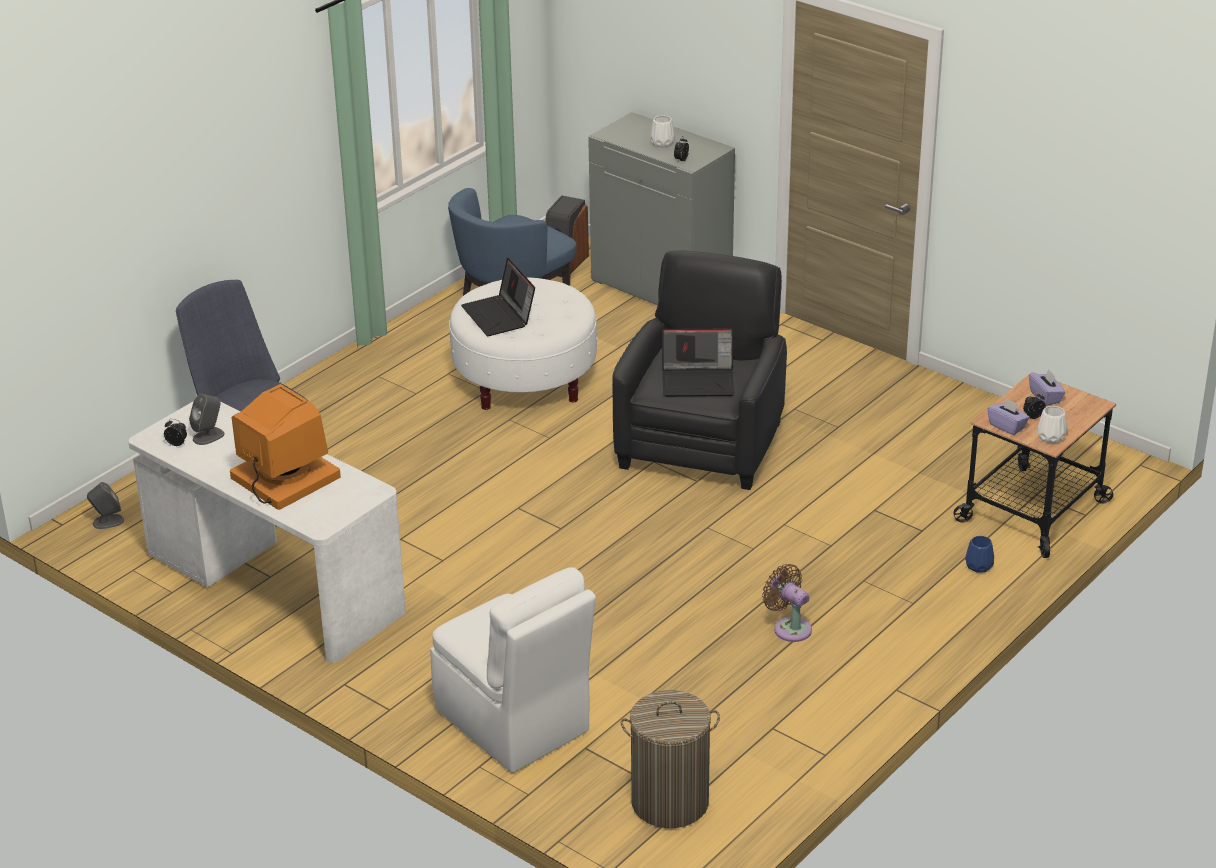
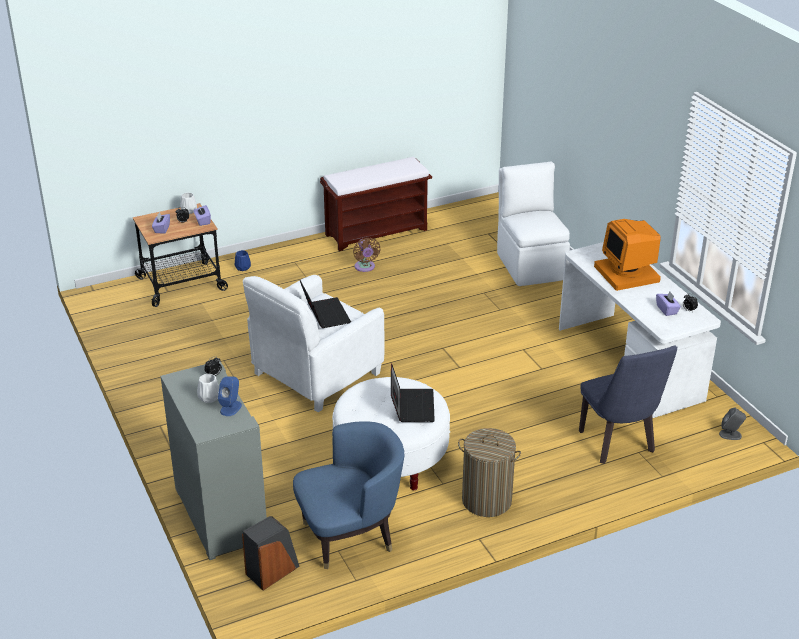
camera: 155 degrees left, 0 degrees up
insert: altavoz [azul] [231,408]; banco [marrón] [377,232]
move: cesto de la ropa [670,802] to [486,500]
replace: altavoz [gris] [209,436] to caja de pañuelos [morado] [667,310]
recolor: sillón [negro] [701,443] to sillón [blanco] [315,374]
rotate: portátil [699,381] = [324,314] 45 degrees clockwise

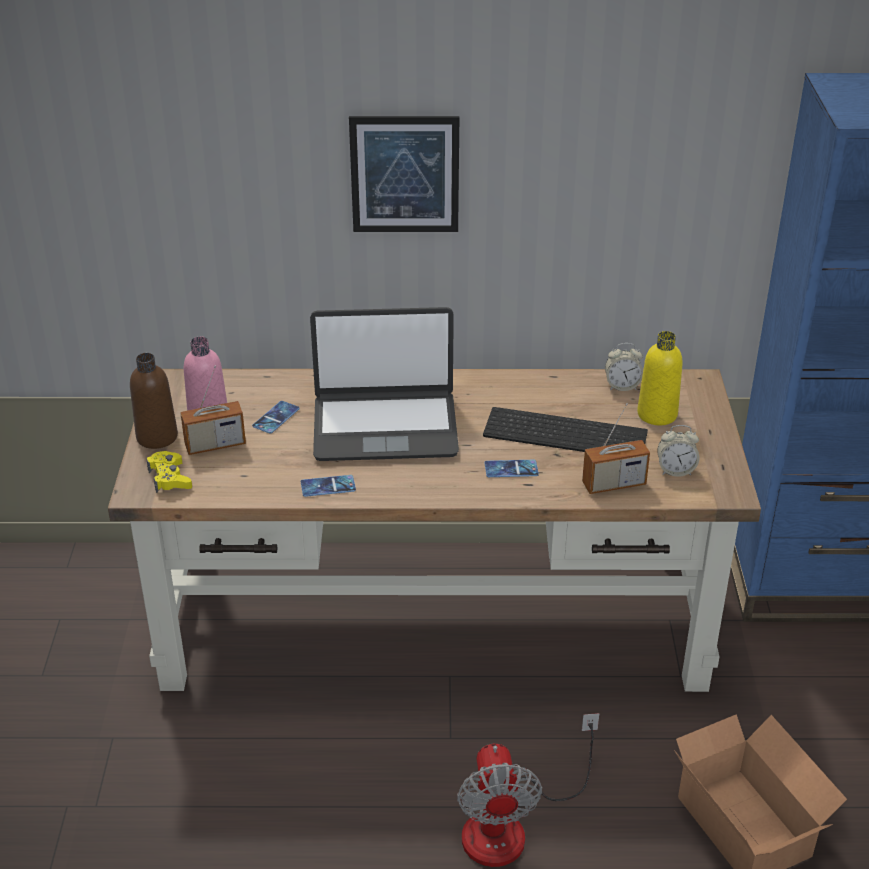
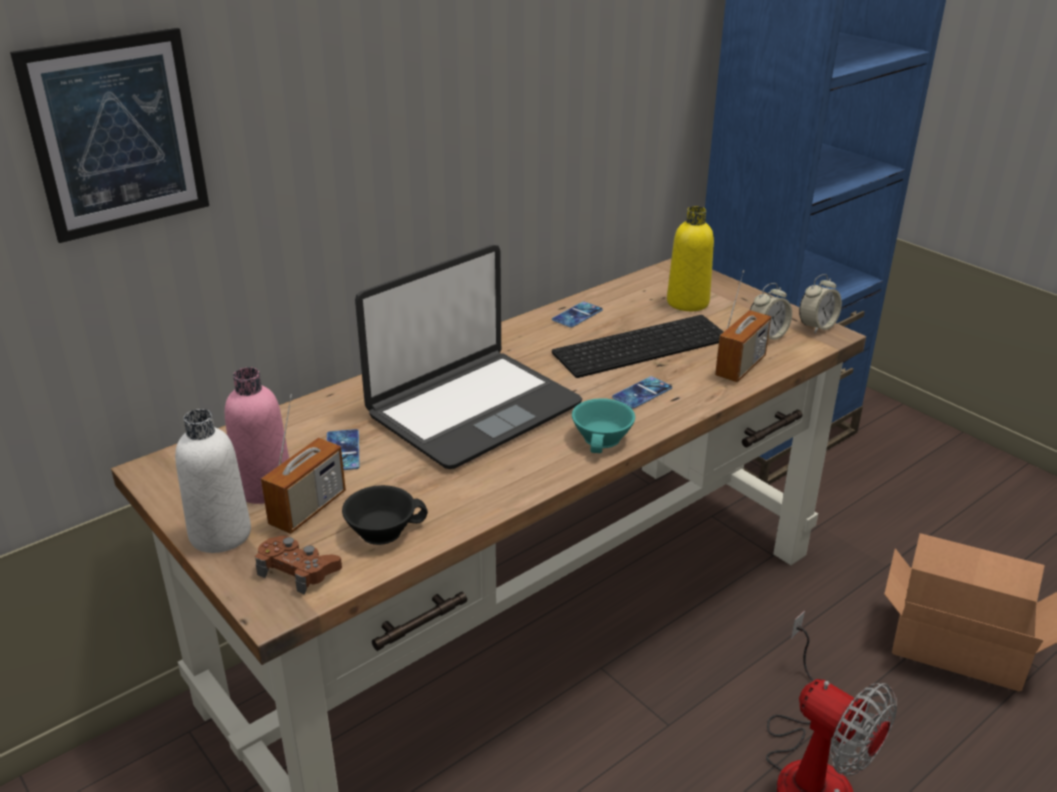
camera: 40 degrees left, 5 degrees down
insert: taza [negro] [382,529]; taza [turquesa] [604,439]
move: móvil [328,486] to [577,315]; cuadro [405,174] to [117,135]; despertador [622,386] to [817,326]
recolor: botella [marrón] [157,437] to botella [blanco] [220,534]; mando de consola [amarillo] [169,478] to mando de consola [marrón] [298,570]

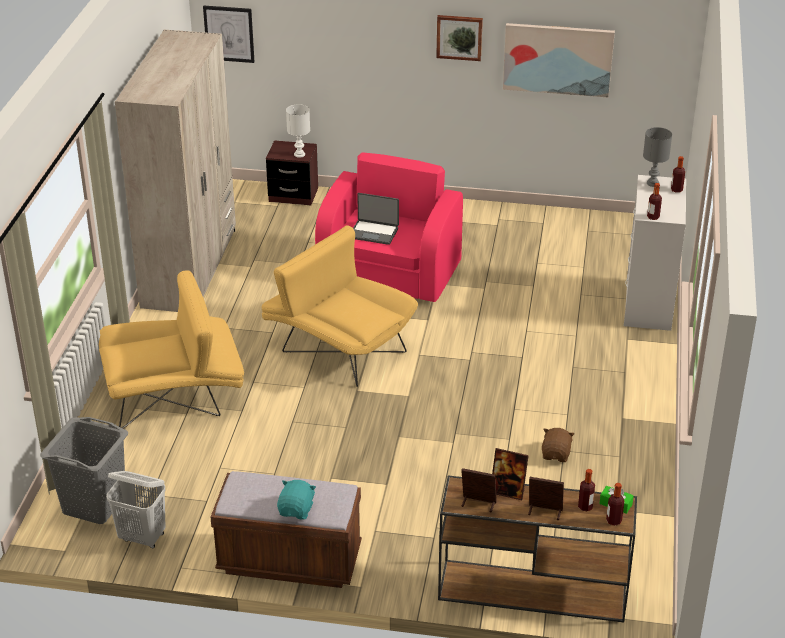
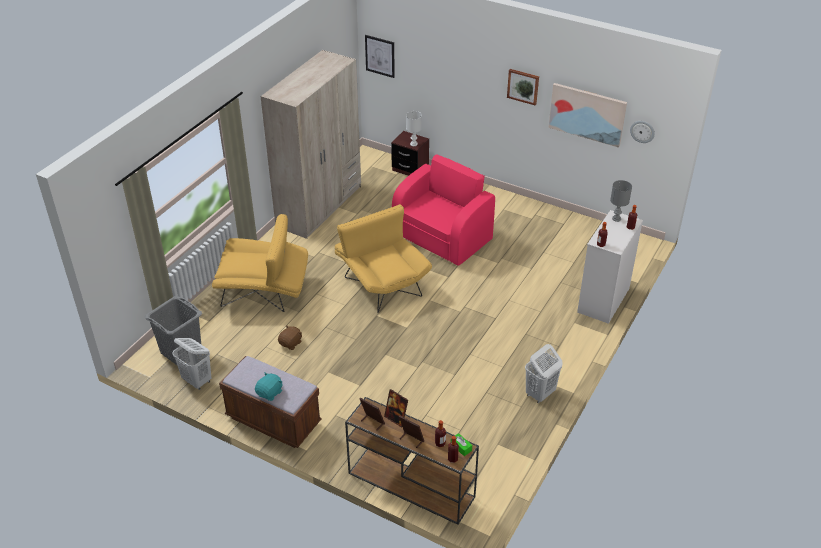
camera: 20 degrees right, 5 degrees up
delete: portátil [374,232]
insert: cesto de la ropa [blanco] [540,394]; reloj de pared [642,131]
move: peluche [marrón] [556,454] to [291,343]

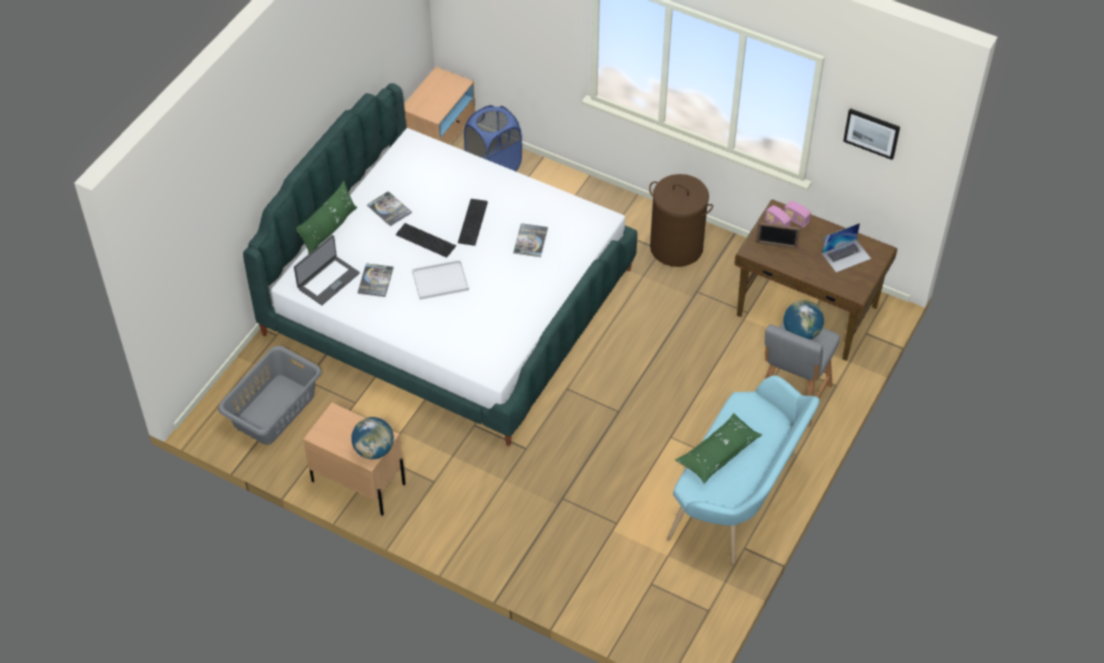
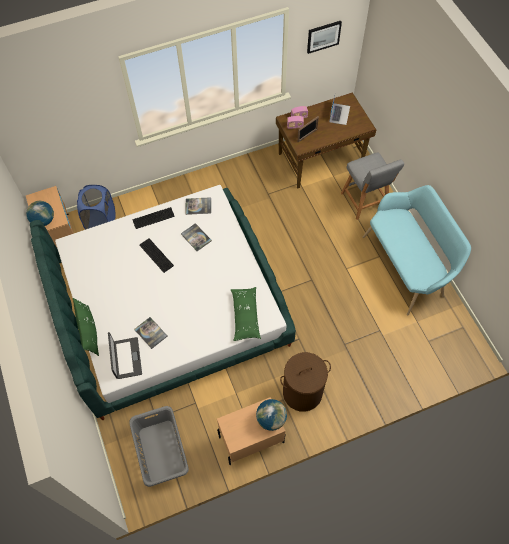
camera: 50 degrees left, 10 degrees up
delete: bandeja [blanco] [439,281]
move: libro [389,209] to [198,206]; teclado [425,239] to [152,217]; cesto de la ropa [marrón] [676,247] to [302,392]; cojín [verde] [718,453] to [245,316]; globo terráqueo [801,332] to [43,220]

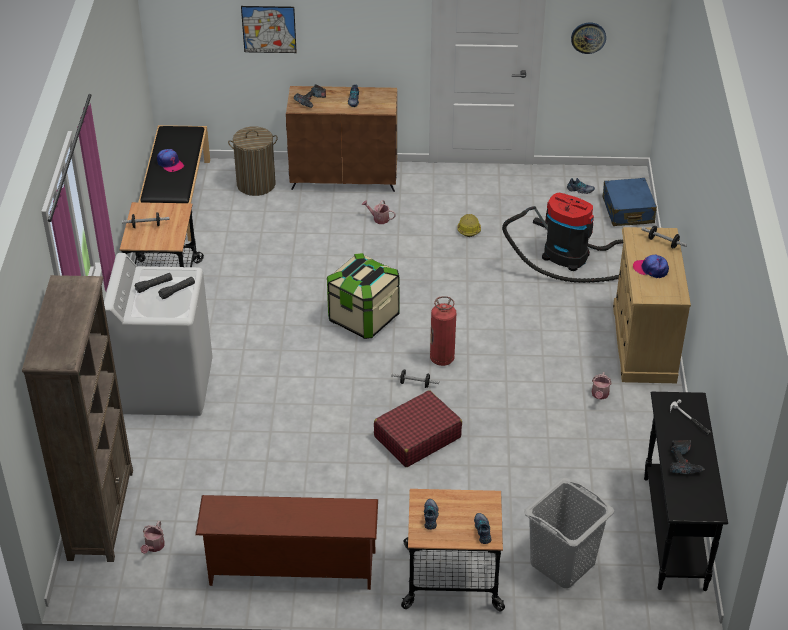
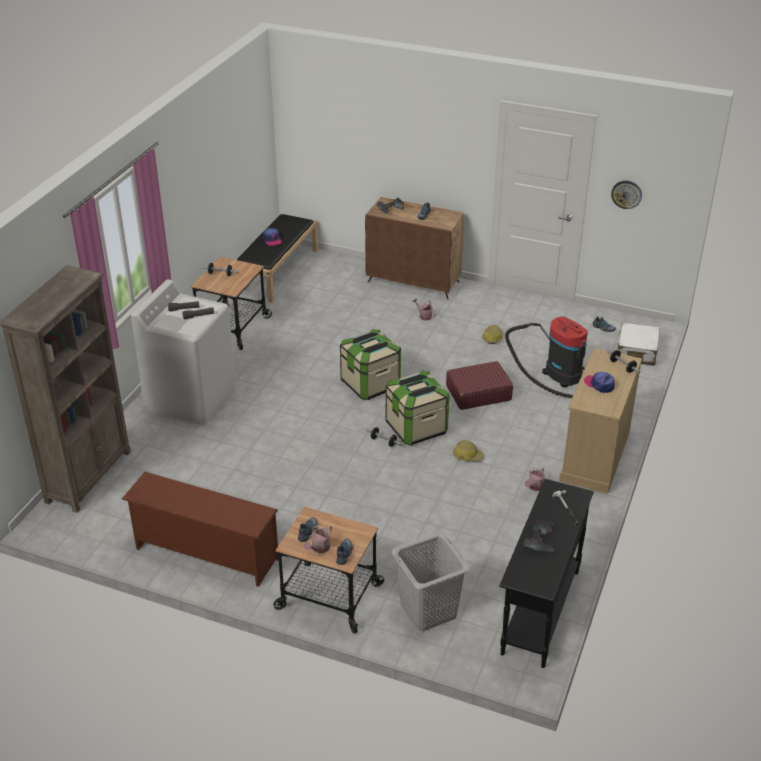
camera: 20 degrees right, 5 degrees down
delete: cesto de la ropa [256,184]; cuadro [269,29]
insert: casco [467,456]
move: regadera [153,547] to [319,548]; maleta [rojo] [417,437] to [478,393]
replace: extintor [442,359] to caja de almacenaje [416,428]
recolor: maleta [azul] [628,210] to maleta [blanco] [636,352]

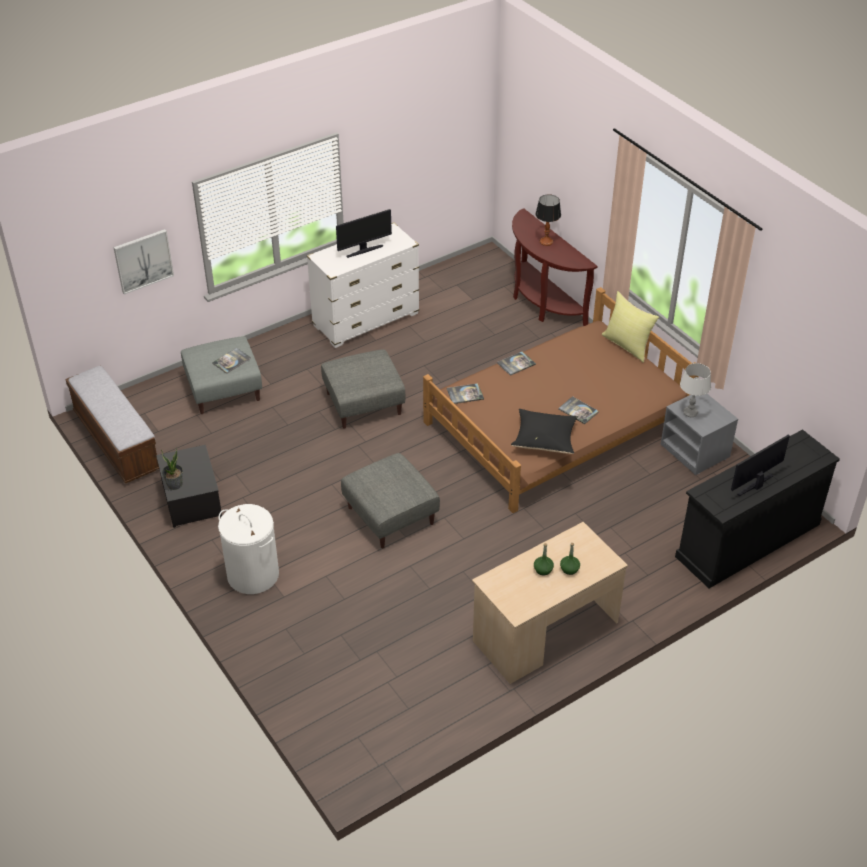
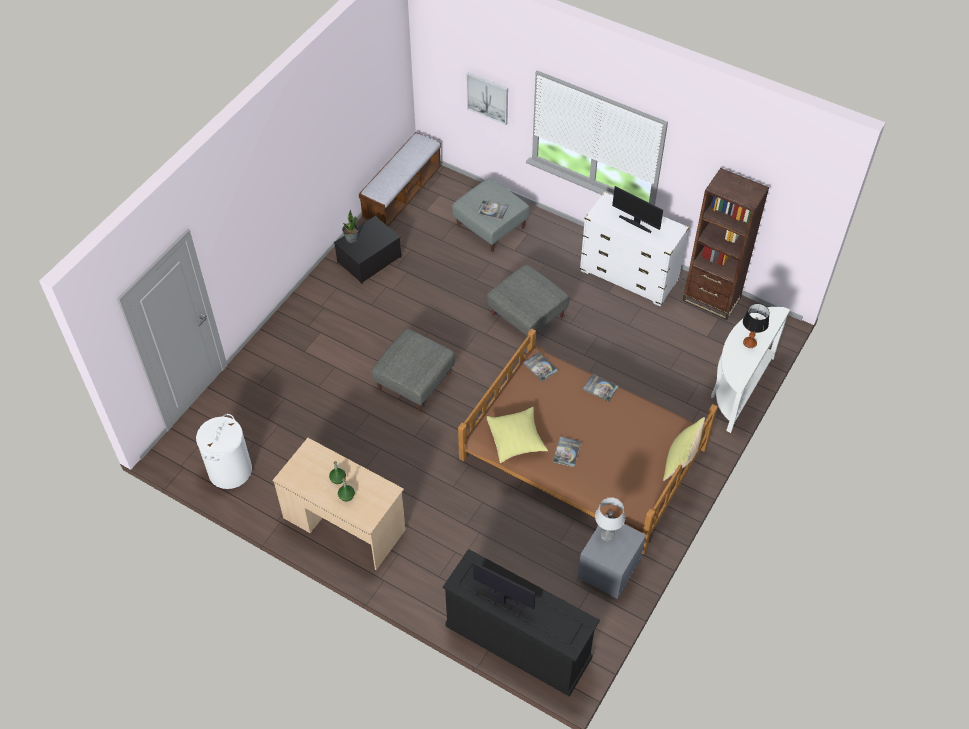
camera: 65 degrees right, 10 degrees up
insert: estantería [marrón] [711,299]
move: cesto de la ropa [blanco] [252,575] to [230,470]
recolor: cojín [negro] [545,440] to cojín [amarillo] [516,440]; mesa consola [marrón] [542,302] to mesa consola [blanco] [738,388]

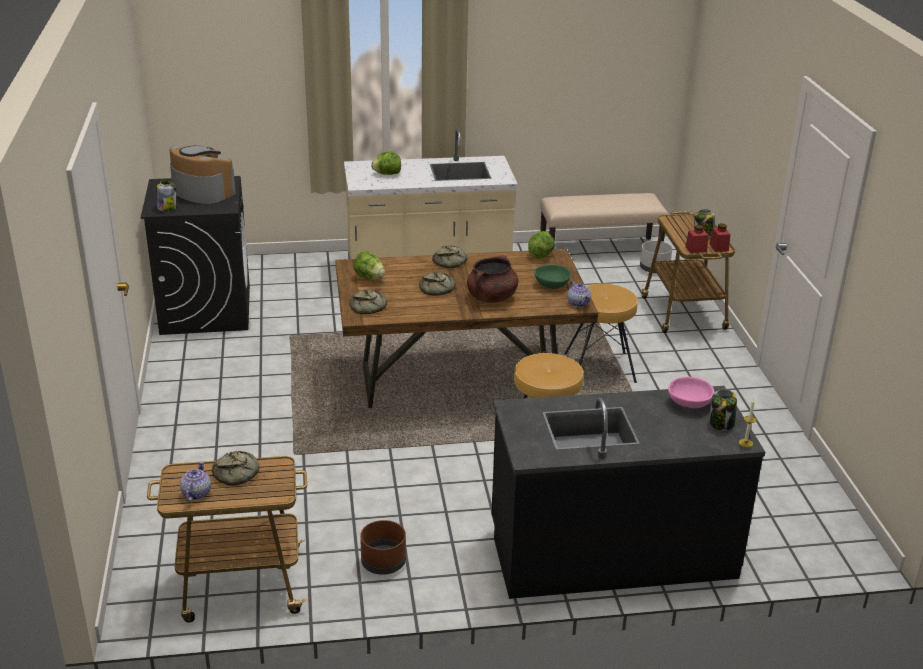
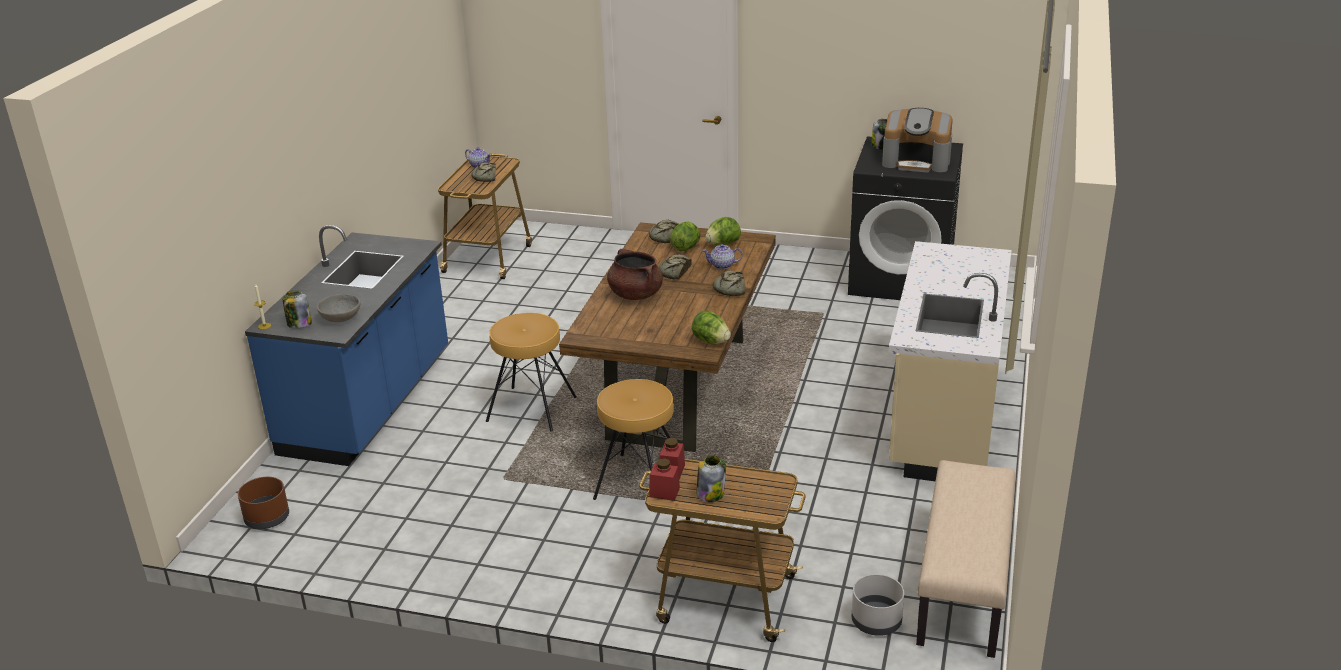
camera: 115 degrees right, 0 degrees up
delete: cuenco [verde] [552,285]
move: maceta [marrón] [384,562] to [267,519]; lechuga [387,174] to [686,247]; tetera [578,303] to [722,265]
recolor: mueble bajo de cocina [negro] [611,551] to mueble bajo de cocina [azul] [369,403]; cuenco [rosa] [688,403] to cuenco [gris] [341,318]
rotate: cafetera [202,191] = [917,161] 45 degrees clockwise

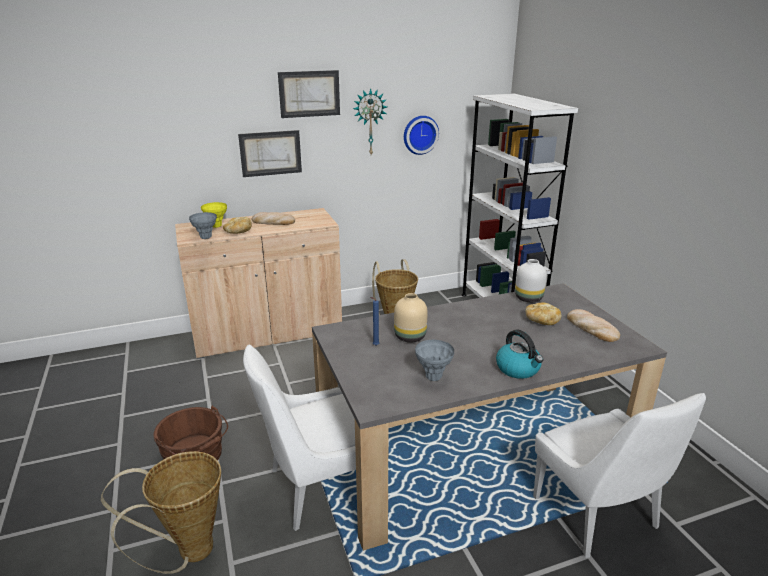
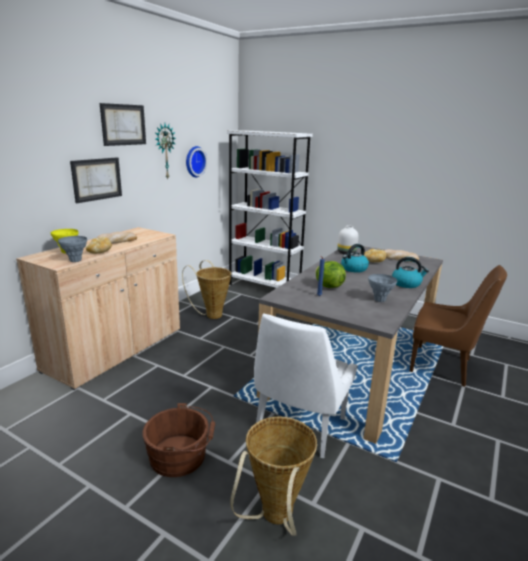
camera: 40 degrees left, 5 degrees down
insert: hervidor [353,269]
replace: florero [beis] [409,337] to lechuga [328,286]
recolor: silla [blanco] [597,515] to silla [marrón] [443,366]

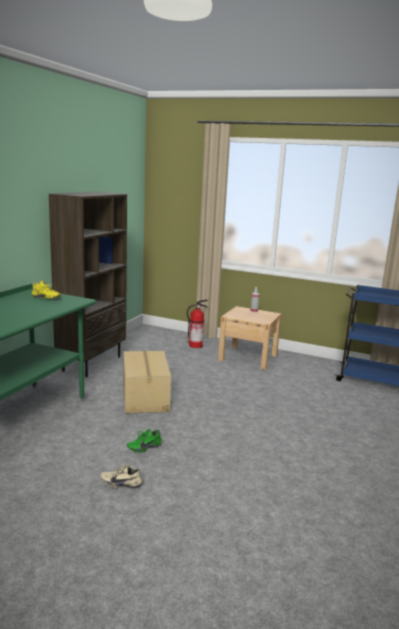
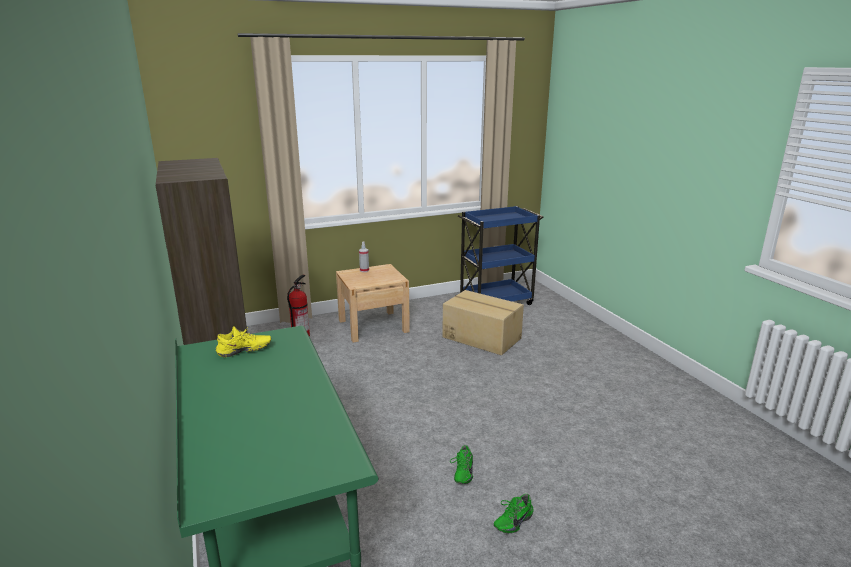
camera: 45 degrees left, 5 degrees up
move: caja de cartón [146,397] to [482,337]
recolor: zapato [beis] [121,483] to zapato [verde] [512,521]

